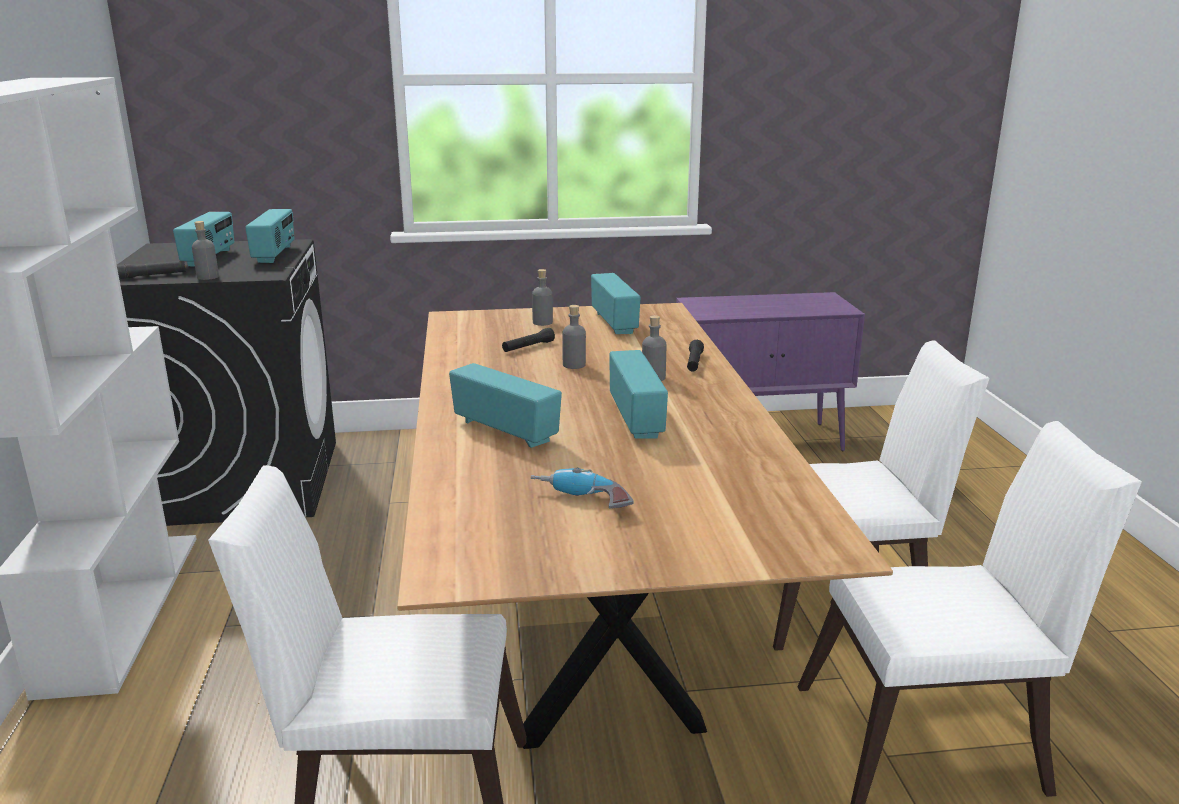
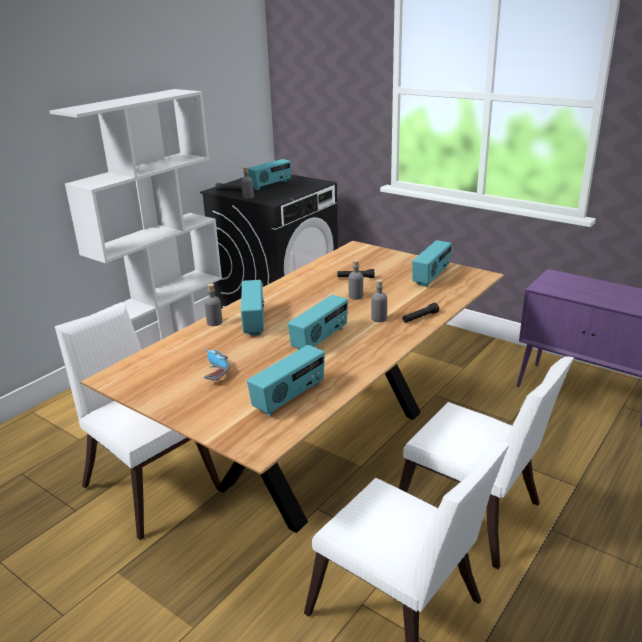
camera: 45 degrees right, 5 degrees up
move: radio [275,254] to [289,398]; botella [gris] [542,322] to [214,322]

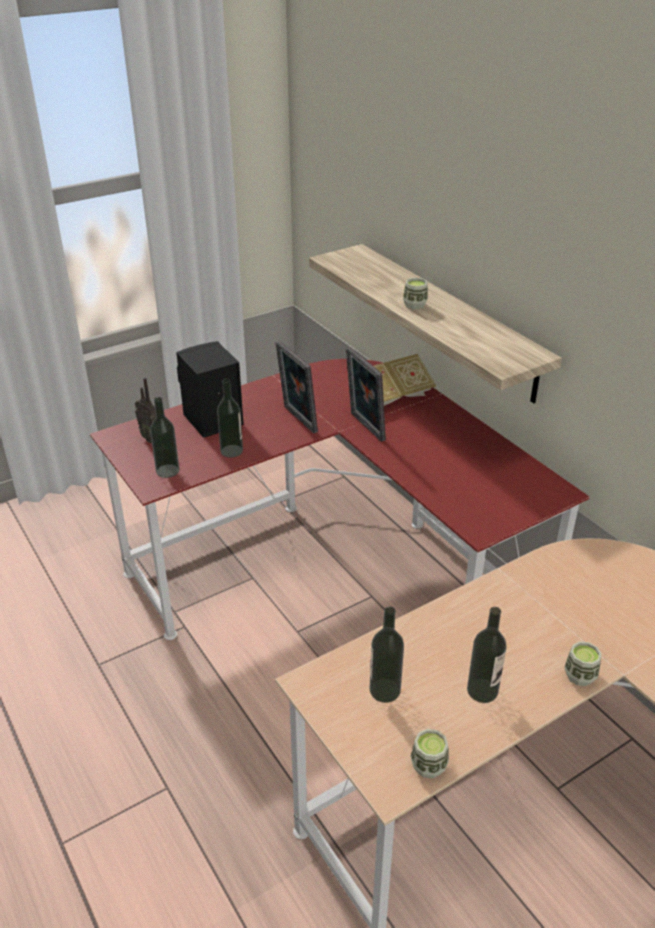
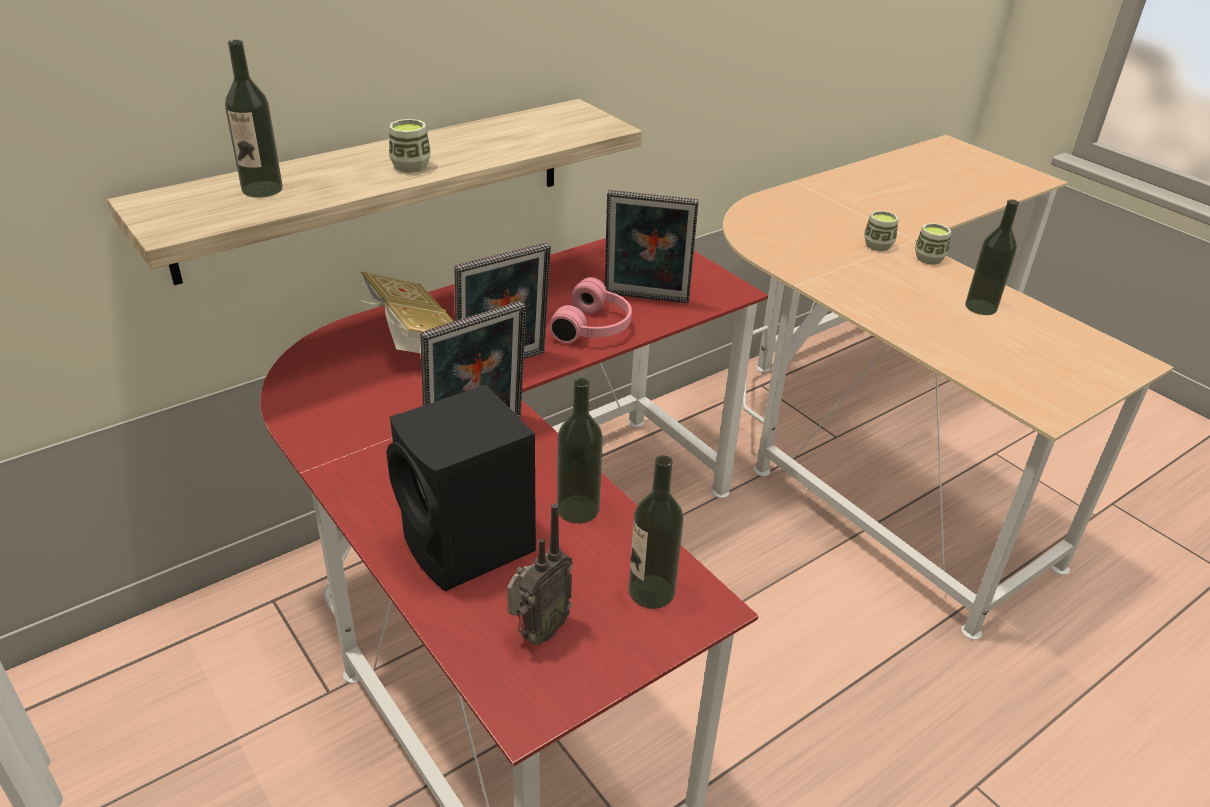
camera: 95 degrees left, 0 degrees up
insert: auriculares [rosa] [595,327]; portarretratos [646,299]
move: botella [384,690] to [262,189]; taza [428,765] to [877,245]

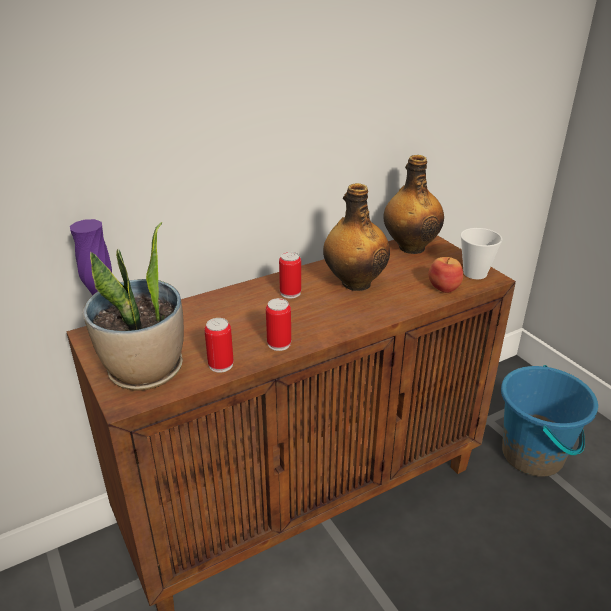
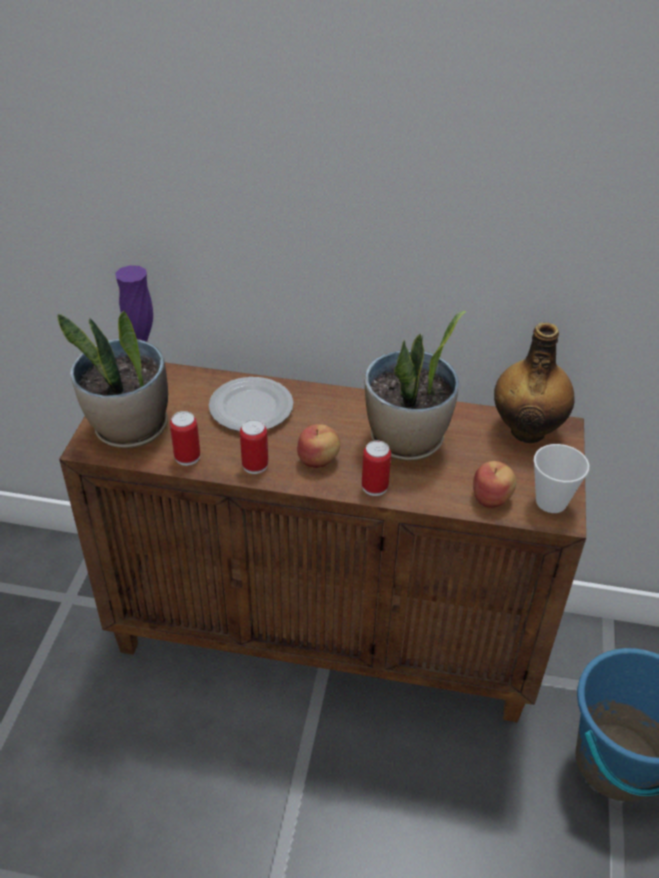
camera: 40 degrees right, 10 degrees up
insert: plato [251,409]; manzana [318,460]
move: lata [290,293] to [374,486]
replace: botella [354,283] to planta en maceta [406,440]

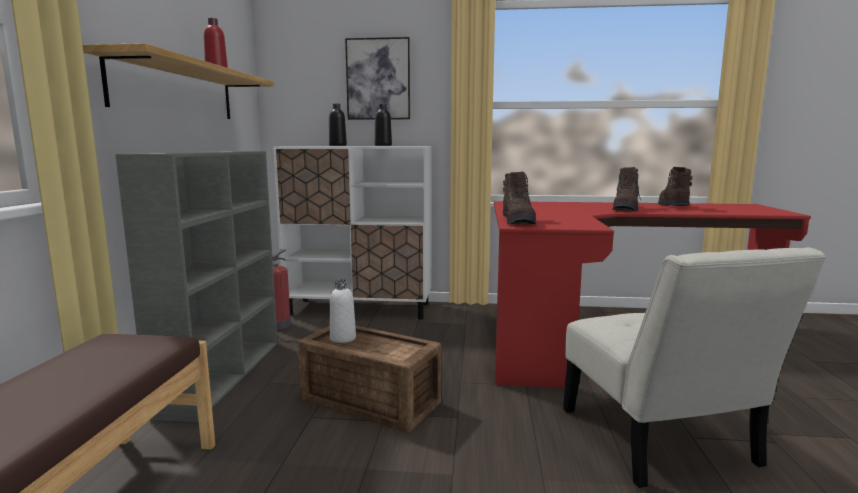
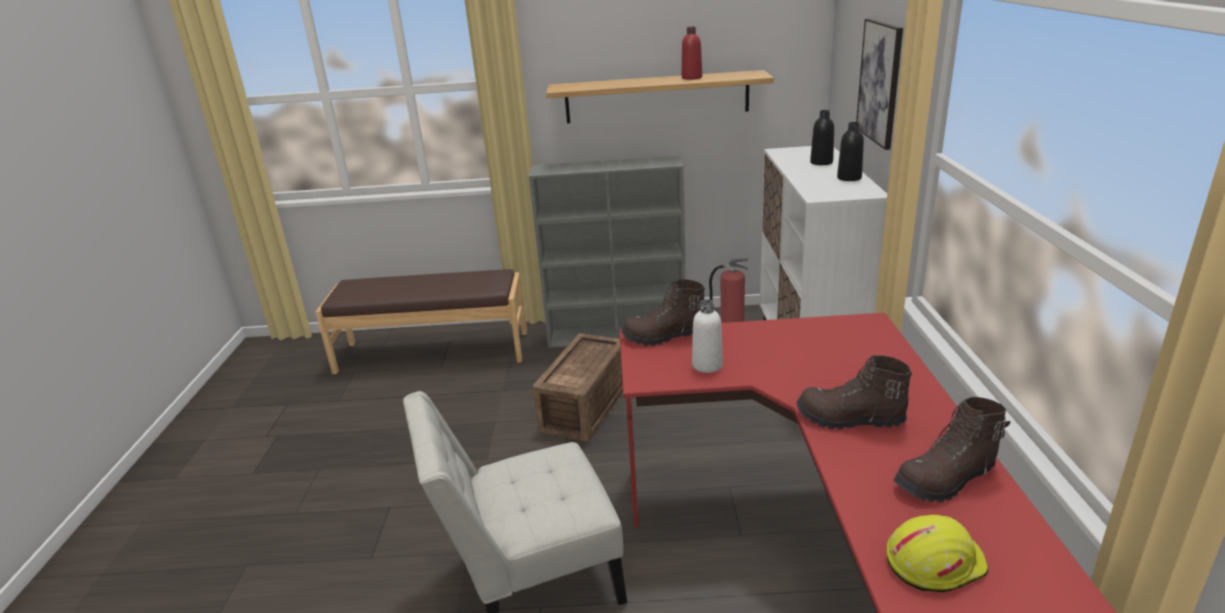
camera: 85 degrees right, 15 degrees up
insert: casco [amarillo] [933,561]
move: botella [blanco] [343,338] to [707,365]
rotate: bota [marrón] [672,206] = [946,480] 150 degrees clockwise

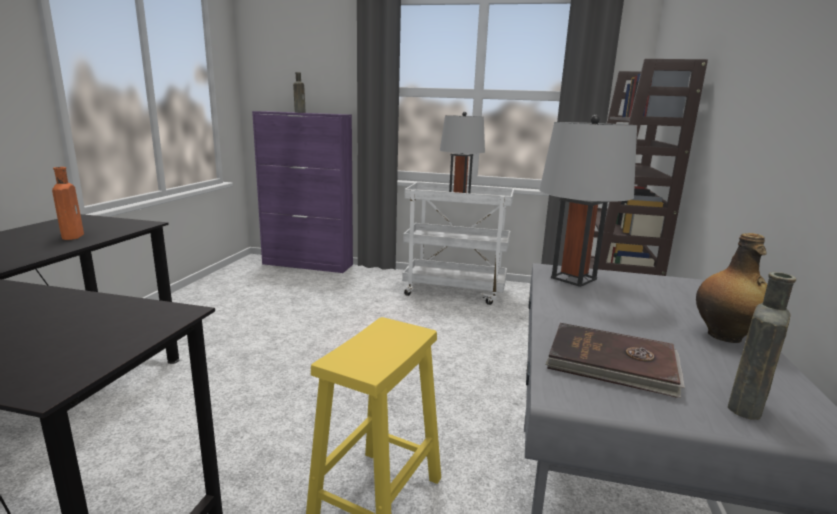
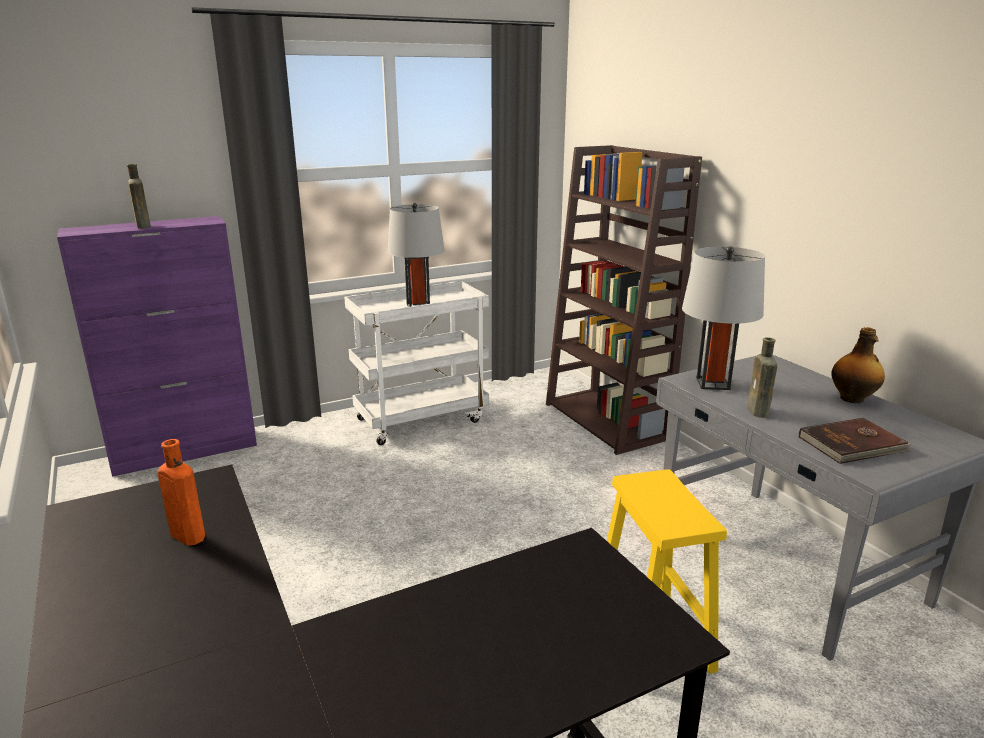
camera: 40 degrees left, 5 degrees up
move: botella [marrón] [746,407] to [758,412]

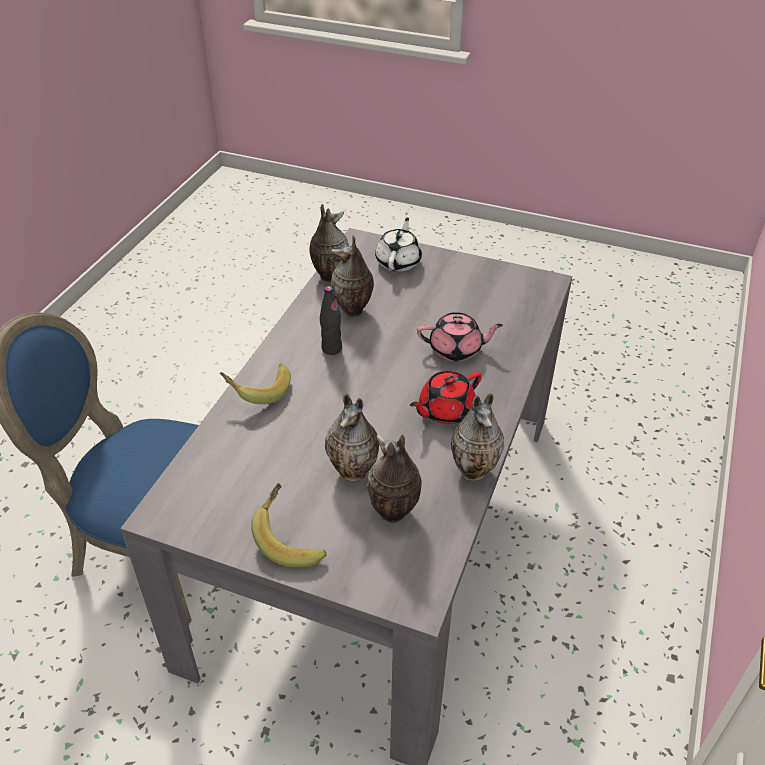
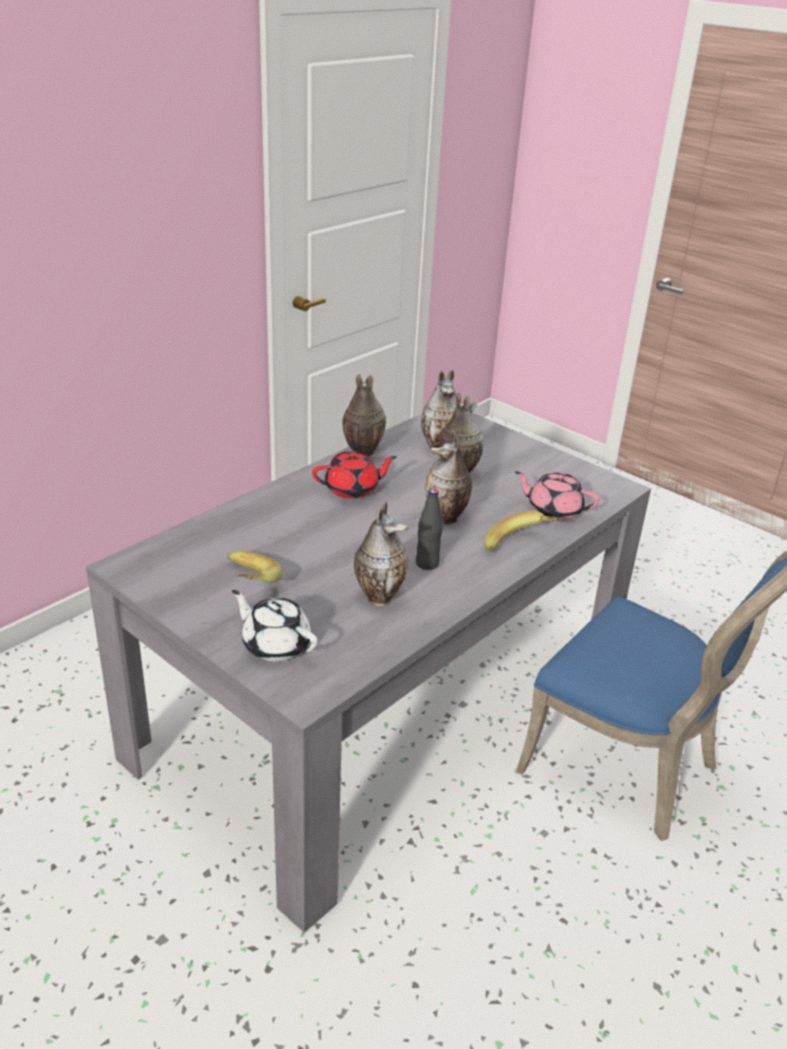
camera: 160 degrees left, 10 degrees down
move: plátano [291,538] to [247,584]; florero [329,276] to [446,518]; tetera [rosa] [456,349] to [553,510]
rotate: tetera [blanco] [398,261] = [275,645] 90 degrees clockwise

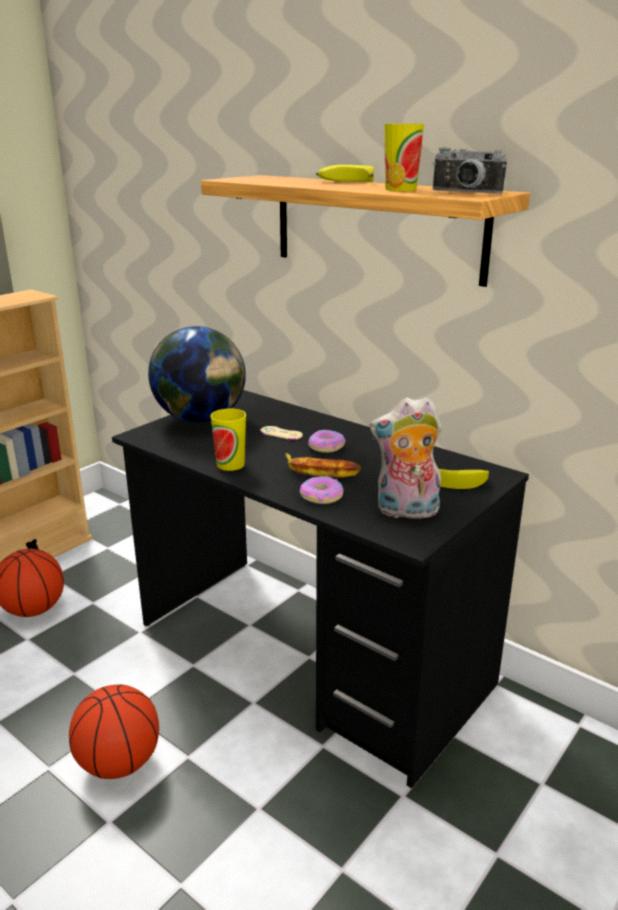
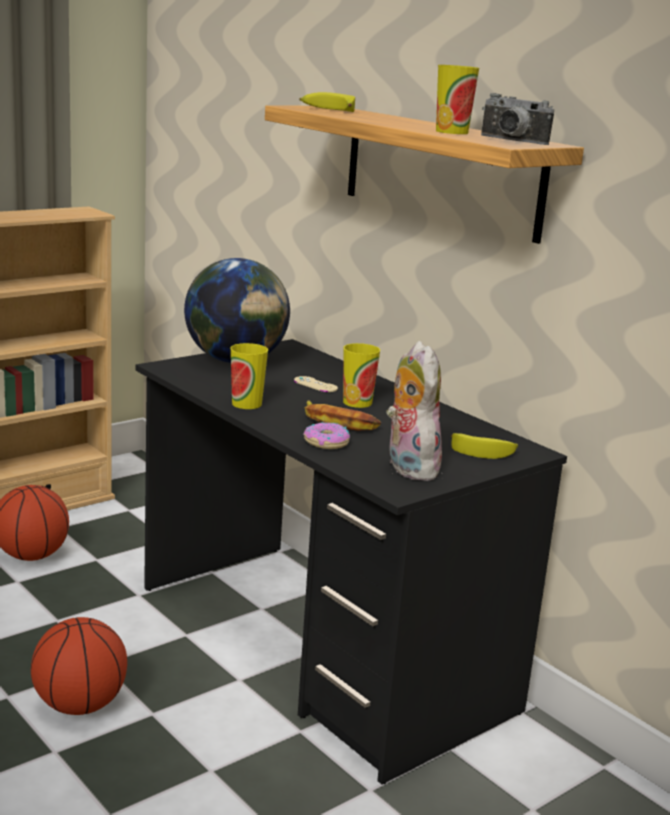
camera: 10 degrees right, 5 degrees down
move: plátano [345,182] to [327,110]
replace: rosquilla [326,446] to taza [357,402]
rotate: peluche [406,512] = [407,467] 60 degrees clockwise

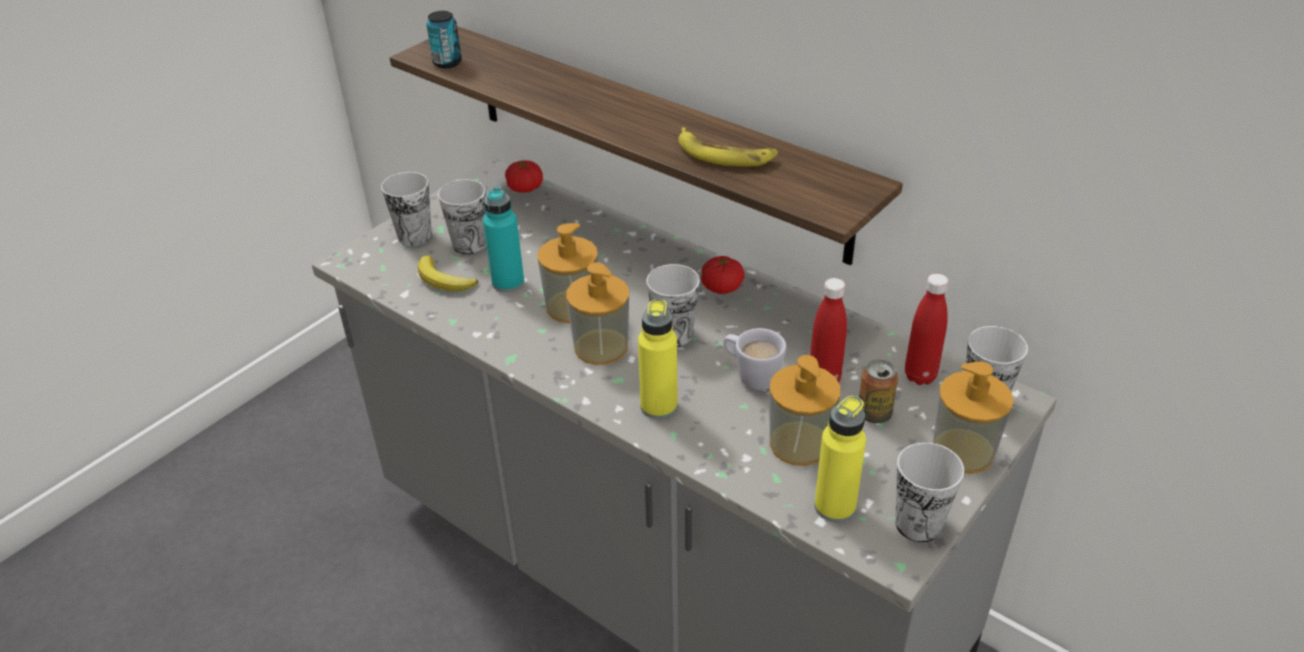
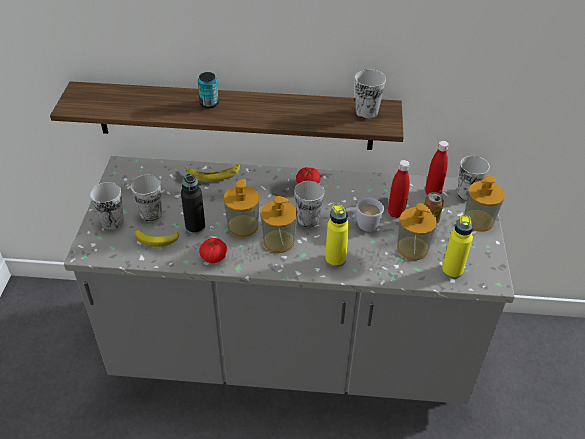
camera: 35 degrees left, 5 degrees up
move: lata [447,62] to [209,103]; tomate [525,188] to [214,257]; plátano [724,155] to [214,174]; taza [918,524] to [366,112]
recolor: botella [turquesa] [508,283] to botella [negro] [195,227]

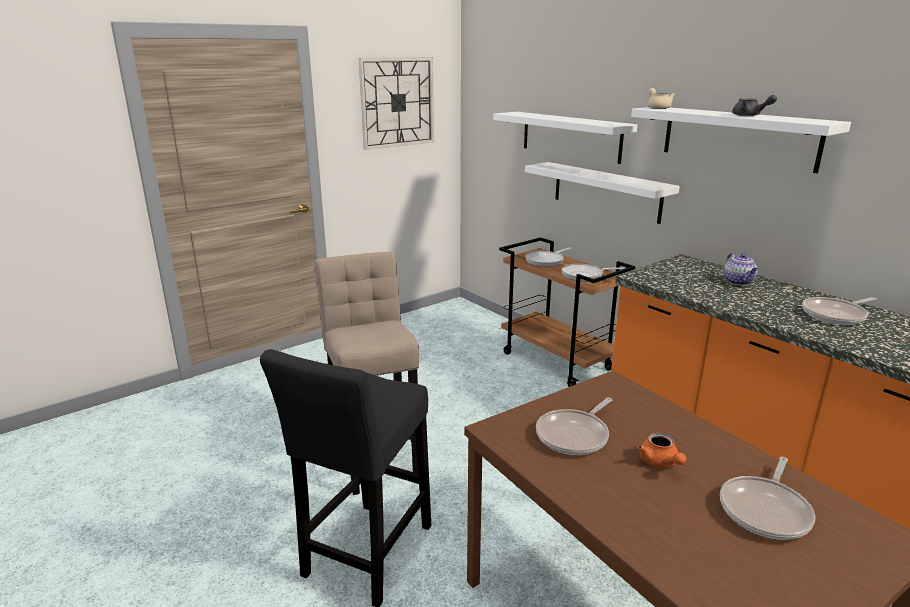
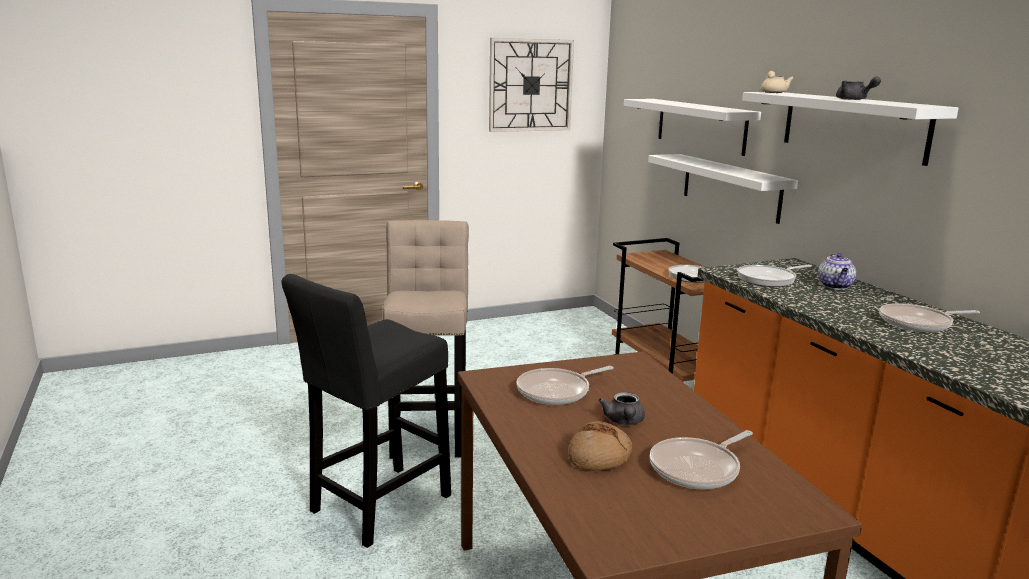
camera: 15 degrees right, 5 degrees down
insert: pan [599,457]
move: sartén [546,261] to [769,279]
recolor: tetera [naranja] [660,463] to tetera [gris] [624,421]

